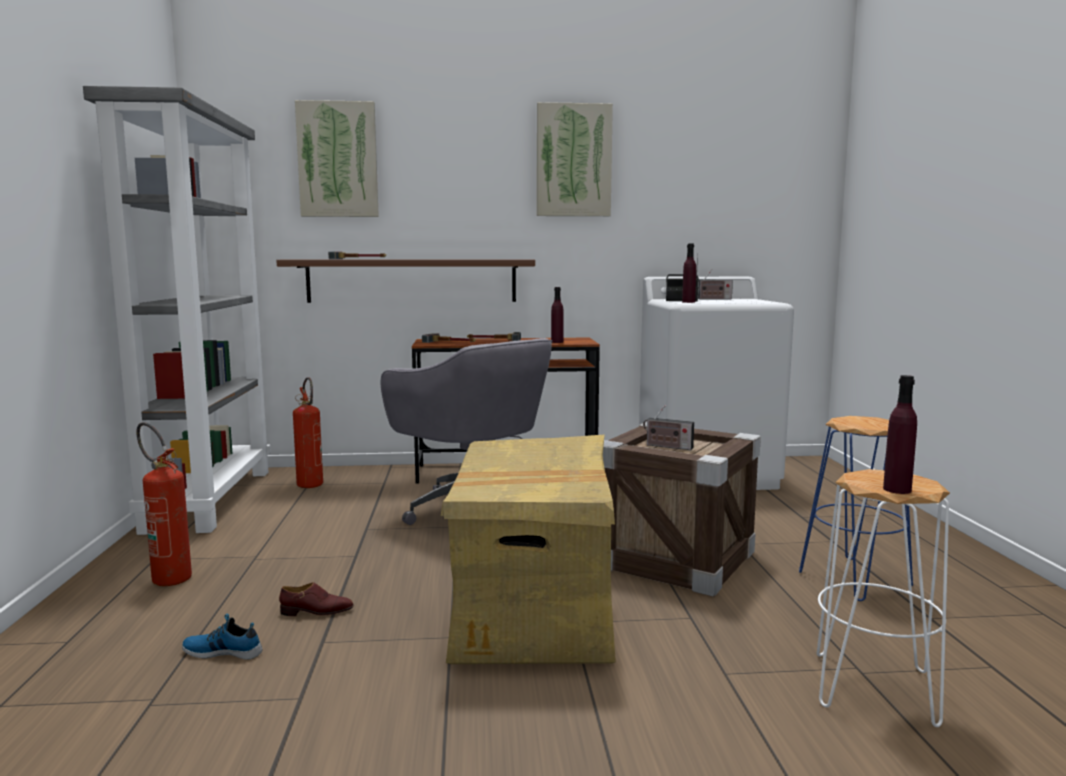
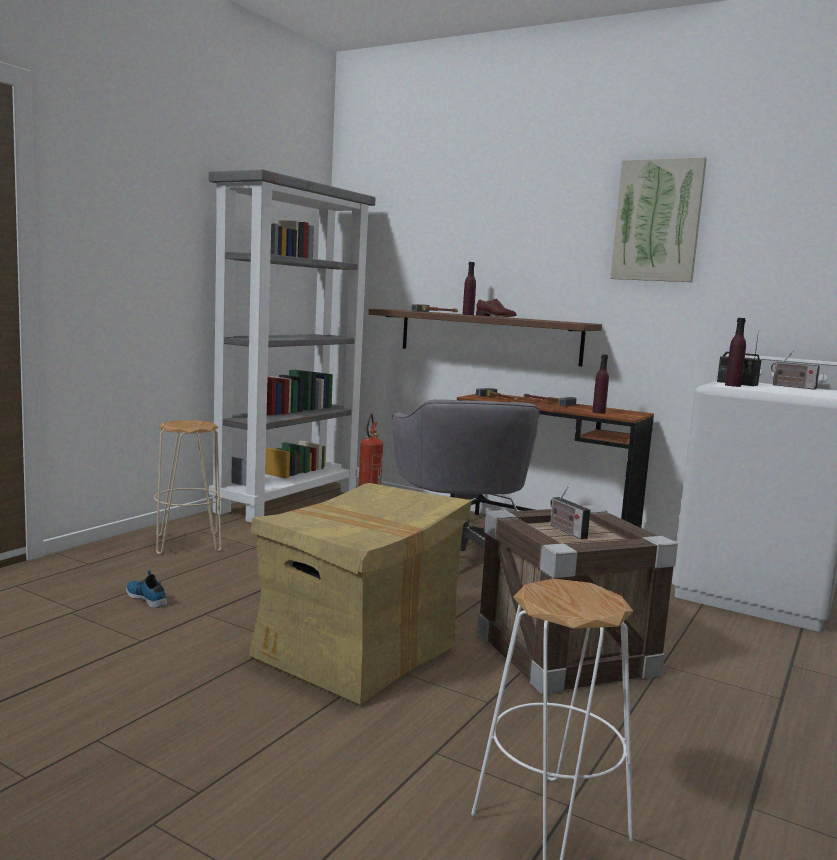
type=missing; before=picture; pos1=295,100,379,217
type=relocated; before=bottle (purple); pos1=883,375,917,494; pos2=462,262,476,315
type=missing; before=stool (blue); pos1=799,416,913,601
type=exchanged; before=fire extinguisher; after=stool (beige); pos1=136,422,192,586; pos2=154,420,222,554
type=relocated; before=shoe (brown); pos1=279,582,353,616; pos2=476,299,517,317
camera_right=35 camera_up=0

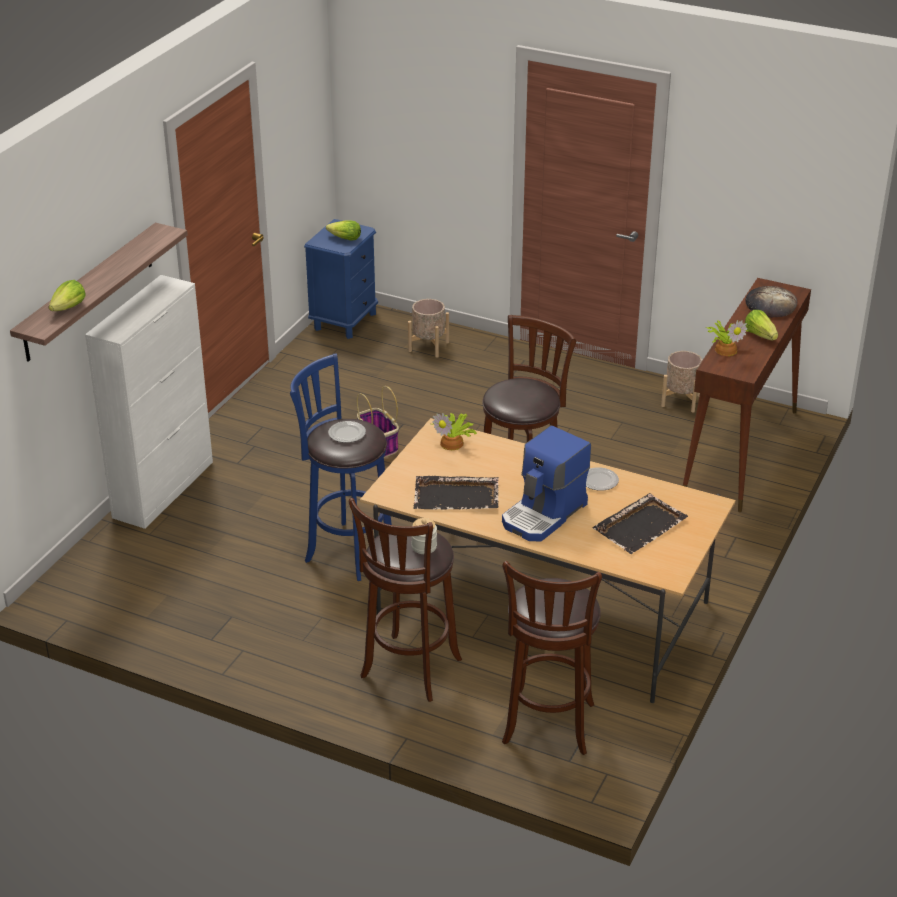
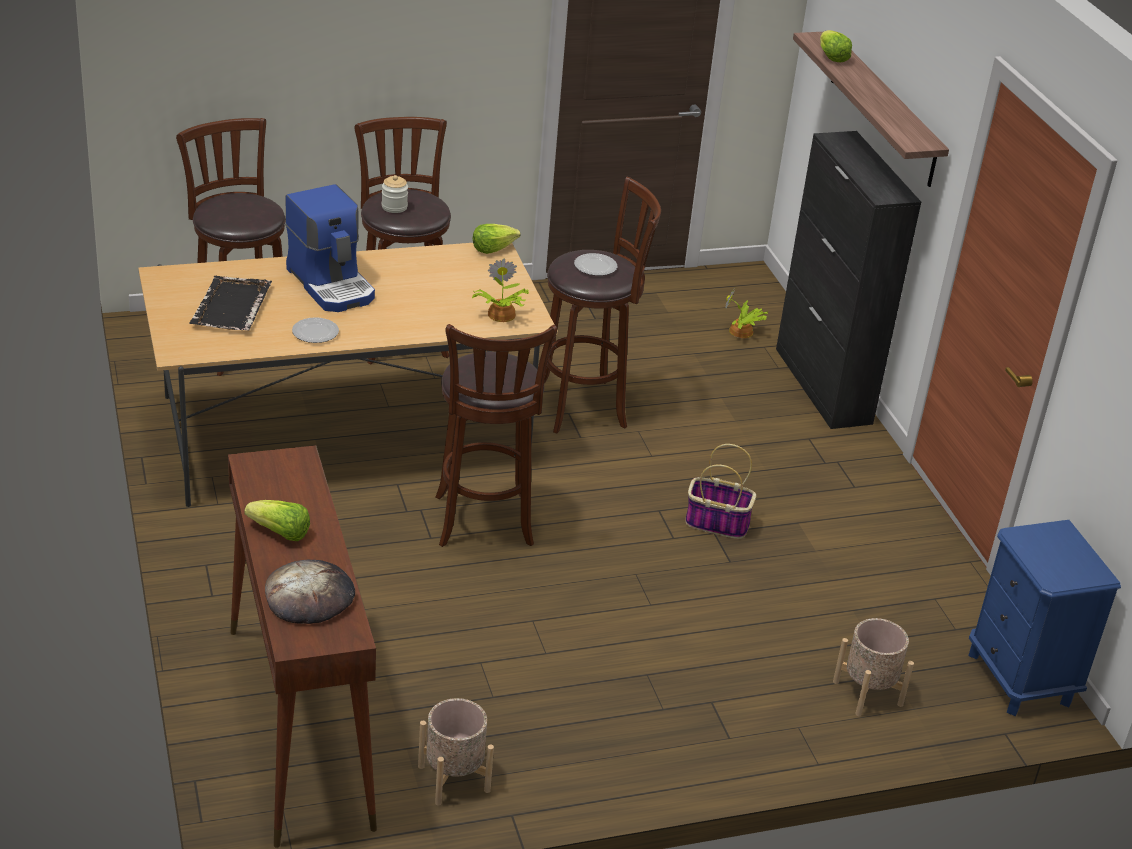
type=relocated; before=lettuce; pos1=326,221,361,241; pos2=473,224,521,254
type=colour; before=cabinet (white); after=cabinet (black); pos1=85,275,213,529; pos2=776,131,921,429
type=relocated; before=potted plant; pos1=707,320,749,356; pos2=724,288,768,338
type=colour; before=stool (blue); after=stool (brown); pos1=290,353,392,581; pos2=544,177,661,434
type=spun; before=coffee machine; pos1=502,425,591,542; pos2=286,184,375,312; turn=150
type=missing; before=tray (black); pos1=413,476,499,510
camera_right=135 camera_up=0

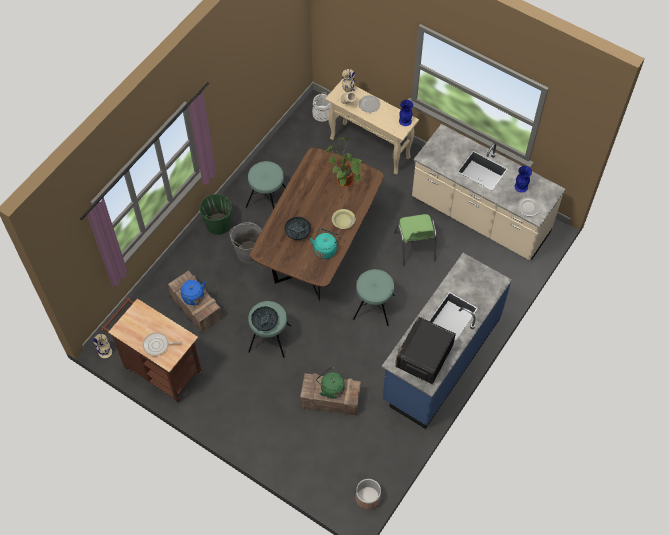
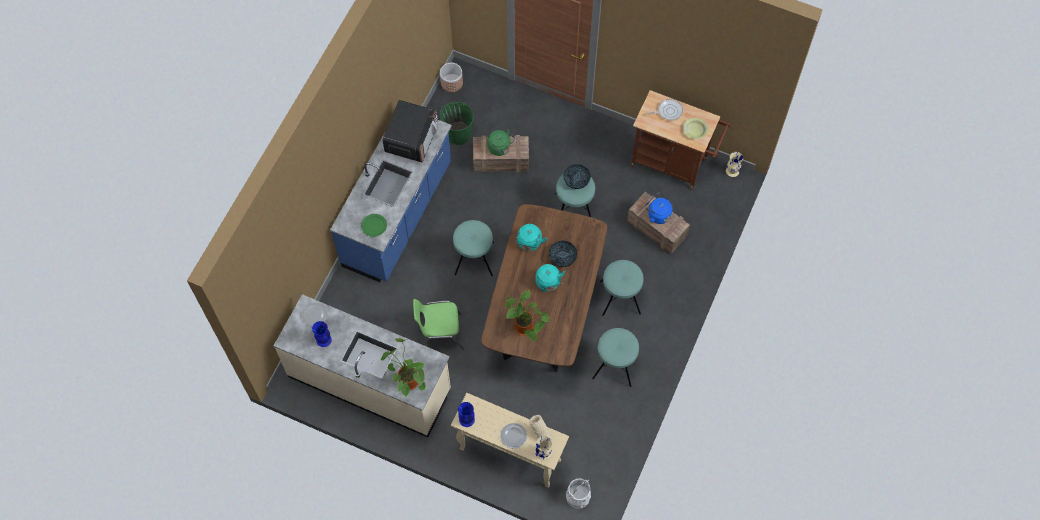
type=relocated; before=bucket (green); pos1=200,194,232,235; pos2=440,102,474,145
type=relocated; before=bowl (yellow); pos1=332,209,355,229; pos2=683,118,708,139
type=spun; before=chair (green); pos1=394,214,437,266; pos2=413,299,464,350; turn=-75
type=exchanged; before=bucket (grey); after=stool (turquoise); pos1=230,222,262,264; pos2=600,260,644,316
type=appeared; after=plate (green); pos2=361,214,387,237
type=appeared; after=kettle (turquoise); pos2=535,264,566,292
type=appeared; after=potted plant; pos2=381,338,426,397
camera_right=170 camera_up=5

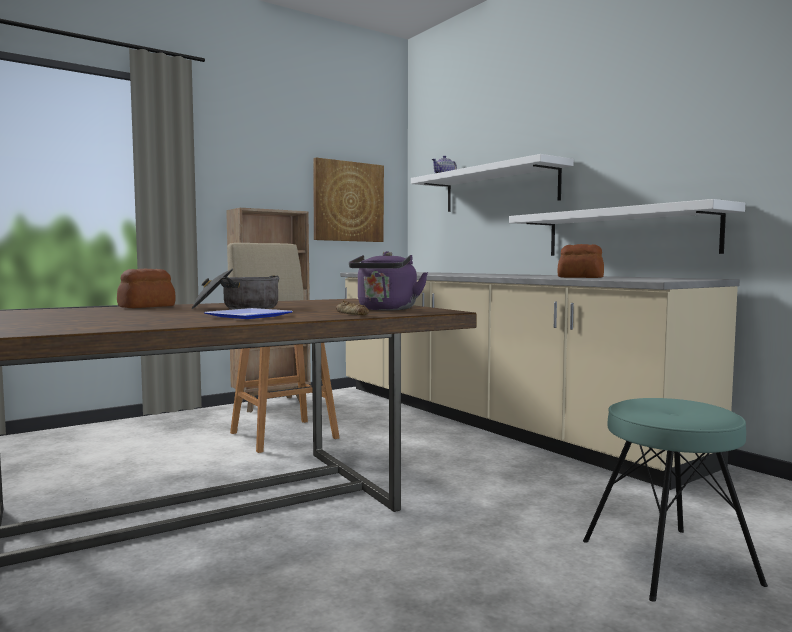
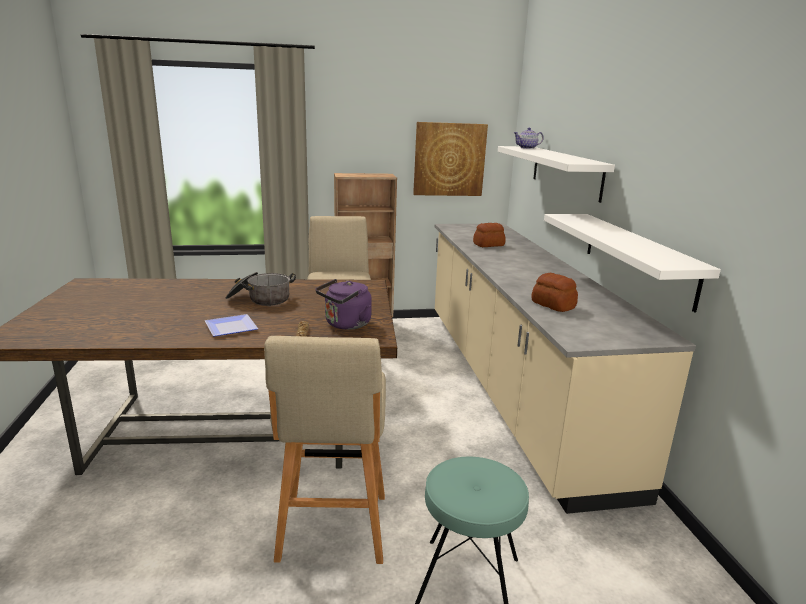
type=relocated; before=bread; pos1=117,268,176,308; pos2=473,223,506,247
type=appeared; after=stool (beige); pos2=264,336,386,564
camera_right=25 camera_up=15

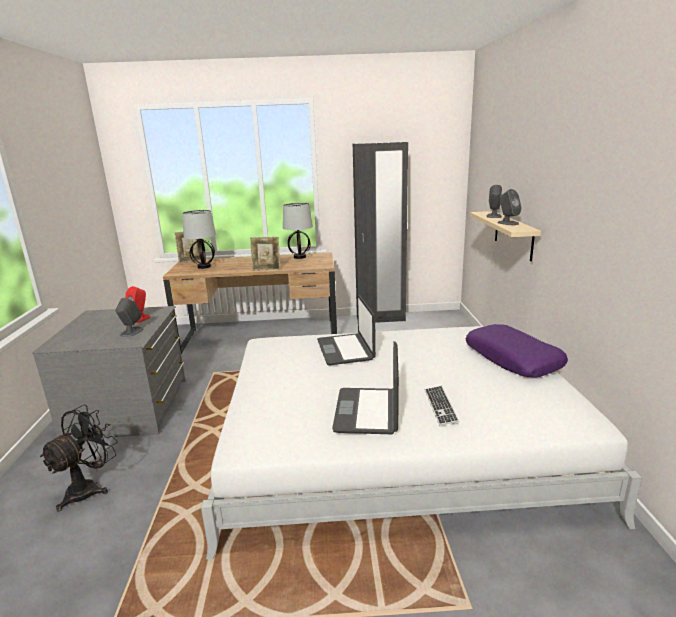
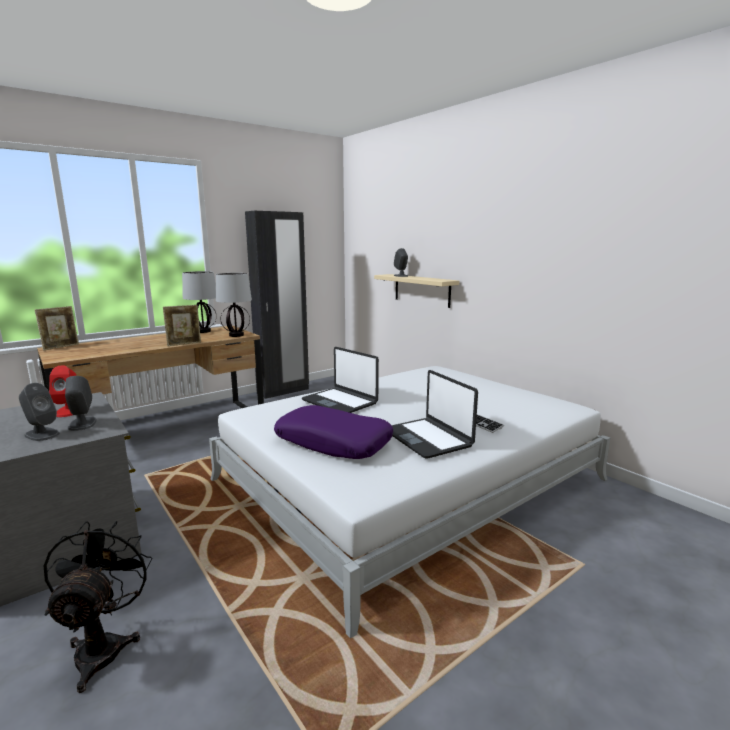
type=relocated; before=speaker (grey); pos1=497,189,521,225; pos2=19,383,60,441
type=relocated; before=table lamp; pos1=182,210,216,269; pos2=216,273,252,337
type=relocated; before=pillow (purple); pos1=466,324,568,378; pos2=274,405,393,459
camera_right=-35 camera_up=-5

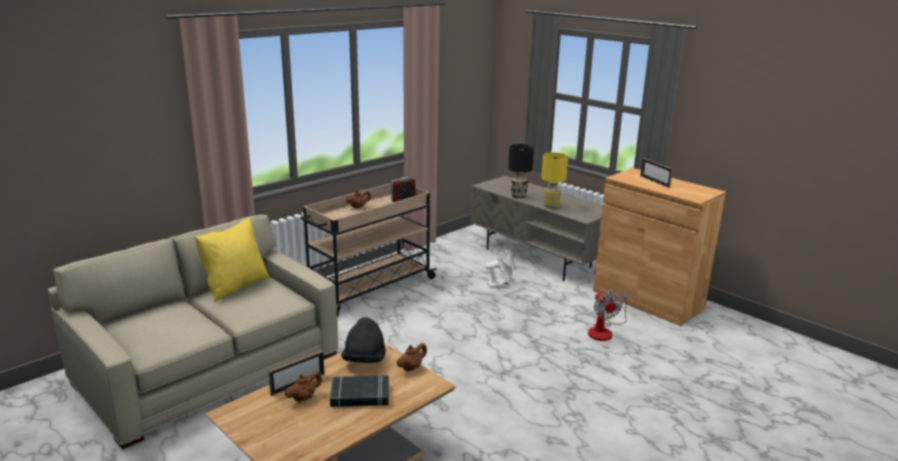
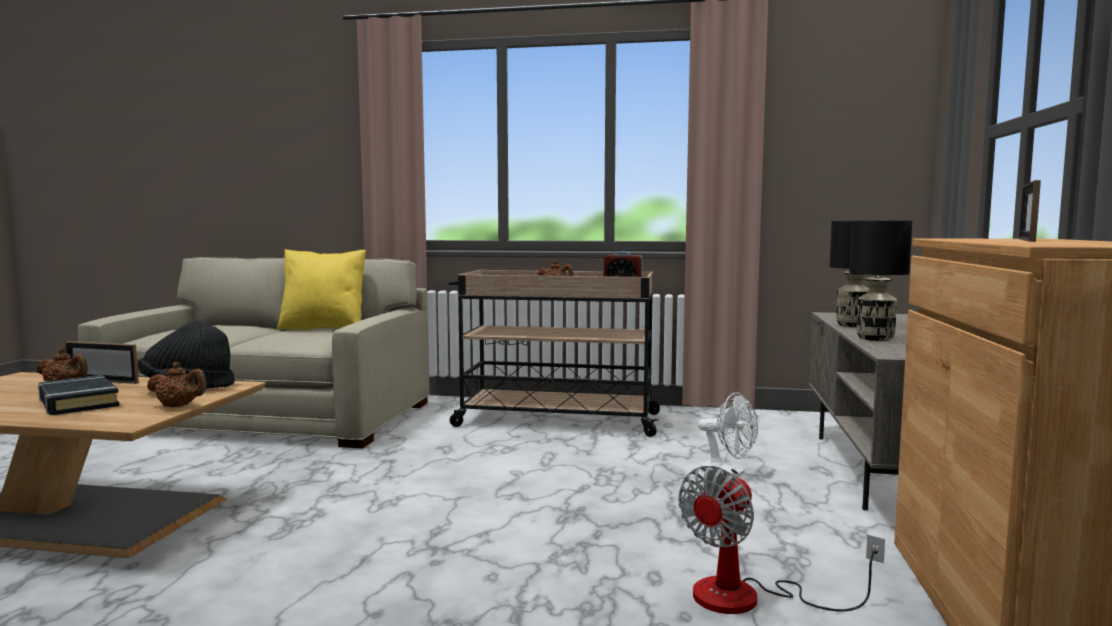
type=colour; before=table lamp (yellow); after=table lamp (black); pos1=541,152,568,209; pos2=849,221,912,341
camera_right=55 camera_up=-15

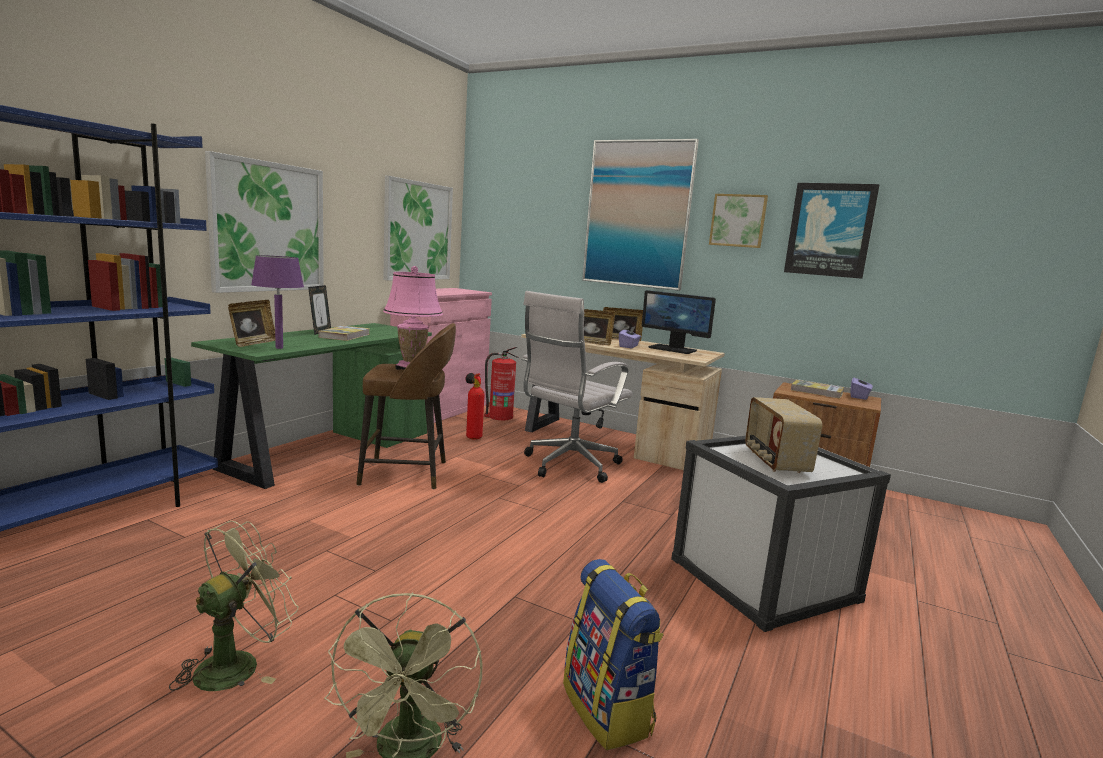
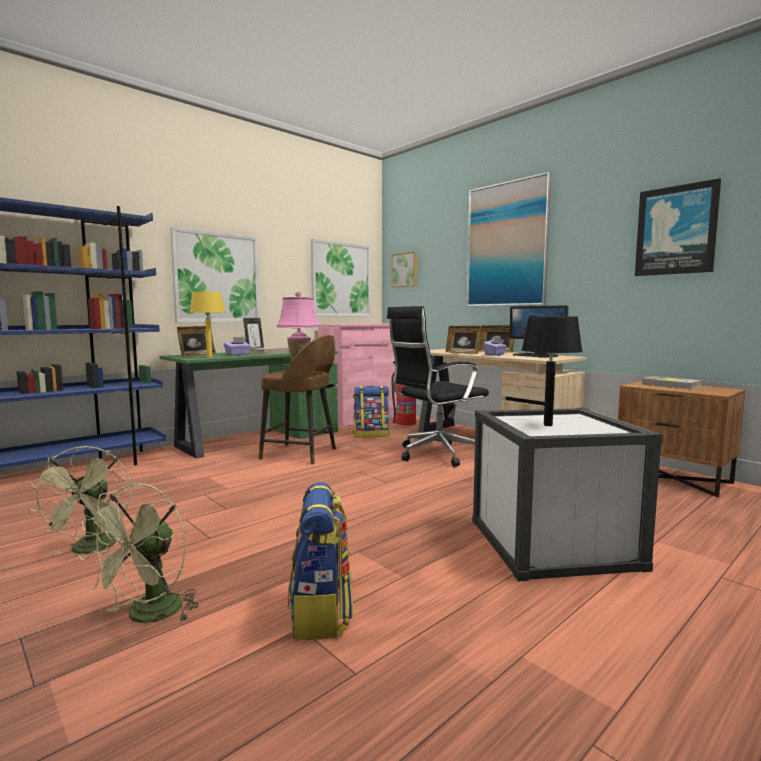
type=relocated; before=picture; pos1=709,194,768,248; pos2=391,252,418,287
type=colour; before=table lamp (purple); after=table lamp (yellow); pos1=251,255,304,349; pos2=189,292,225,358
type=colour; before=office chair (white); after=office chair (black); pos1=521,291,632,483; pos2=387,306,489,467
type=exchanged; before=fire extinguisher; after=backpack; pos1=465,373,484,440; pos2=353,386,389,438
type=relocated; before=tissue box (purple); pos1=851,377,873,400; pos2=224,337,251,356
type=exchanged; before=radio; after=table lamp (black); pos1=745,397,822,473; pos2=522,317,583,426
type=spun; before=fan (green); pos1=169,521,299,691; pos2=29,446,131,554; turn=120
camera_right=20 camera_up=-5

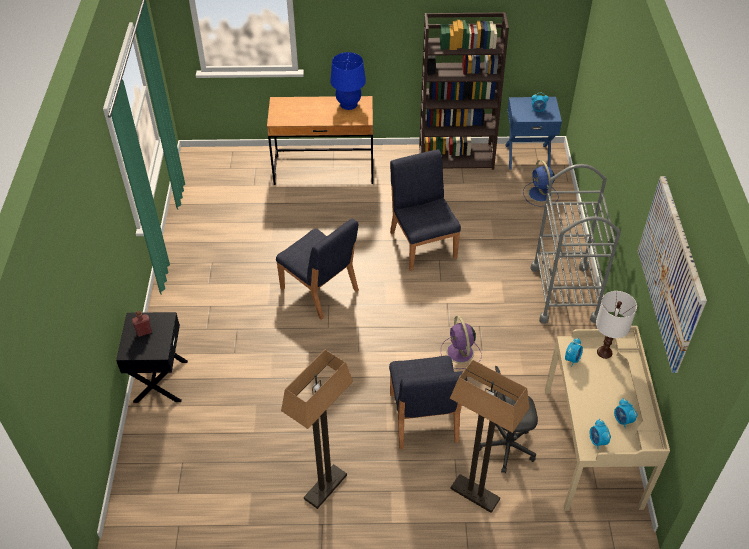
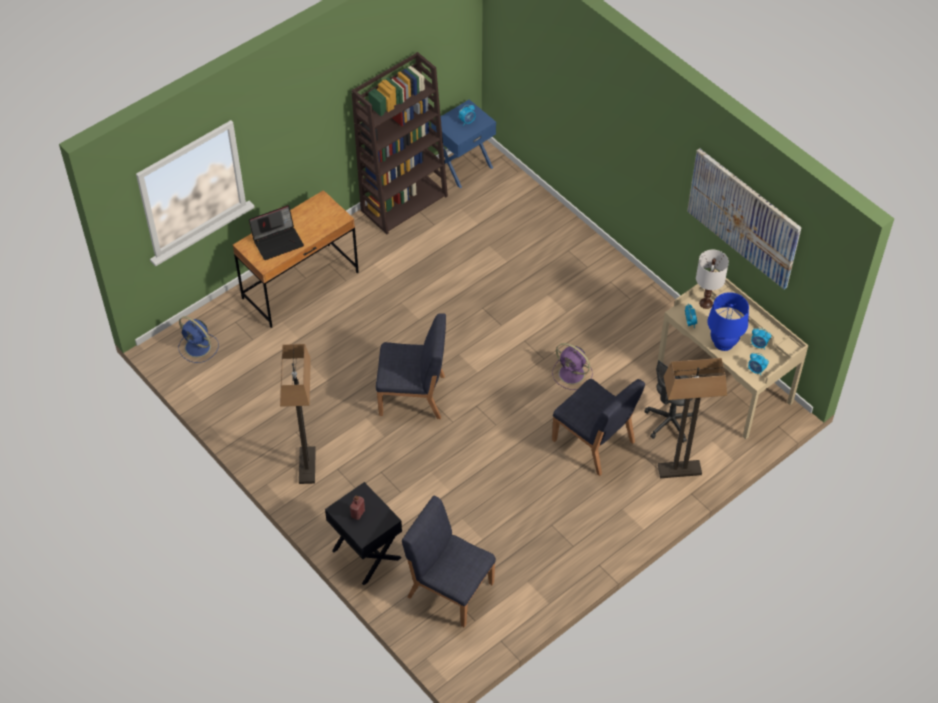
type=relocated; before=table lamp (blue); pos1=330,52,366,110; pos2=708,292,749,351
type=relocated; before=chair (blue); pos1=390,149,461,271; pos2=402,496,496,627
type=relocated; before=fan (blue); pos1=523,160,559,207; pos2=178,316,219,363
type=missing; before=cart (grey); pos1=530,164,621,324
type=relocated; before=floor lamp; pos1=281,350,353,509; pos2=280,344,316,484
type=appeared; after=laptop; pos2=249,205,304,260
camera_right=-40 camera_up=5

